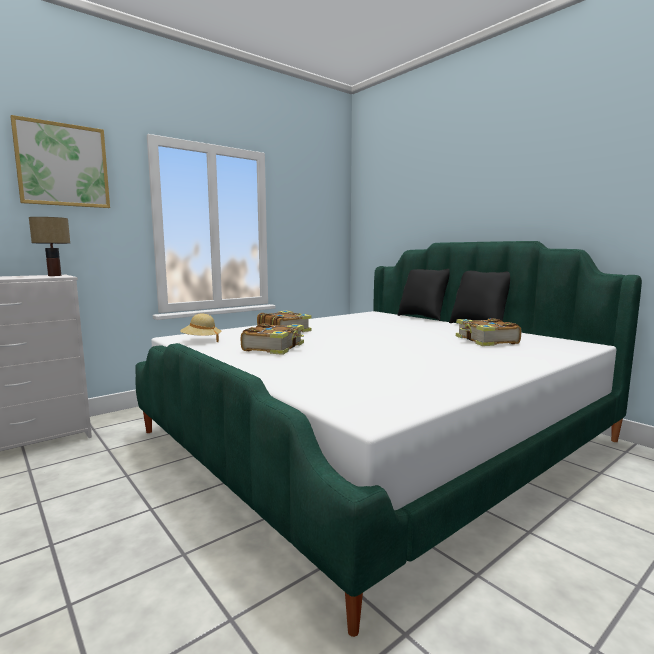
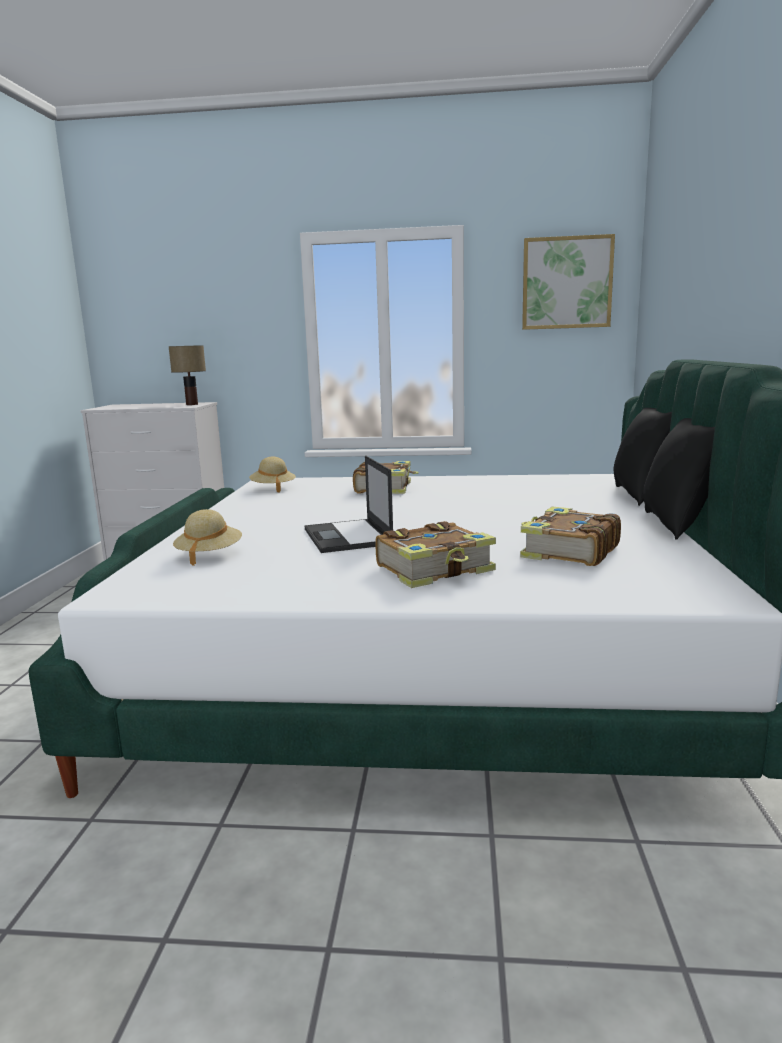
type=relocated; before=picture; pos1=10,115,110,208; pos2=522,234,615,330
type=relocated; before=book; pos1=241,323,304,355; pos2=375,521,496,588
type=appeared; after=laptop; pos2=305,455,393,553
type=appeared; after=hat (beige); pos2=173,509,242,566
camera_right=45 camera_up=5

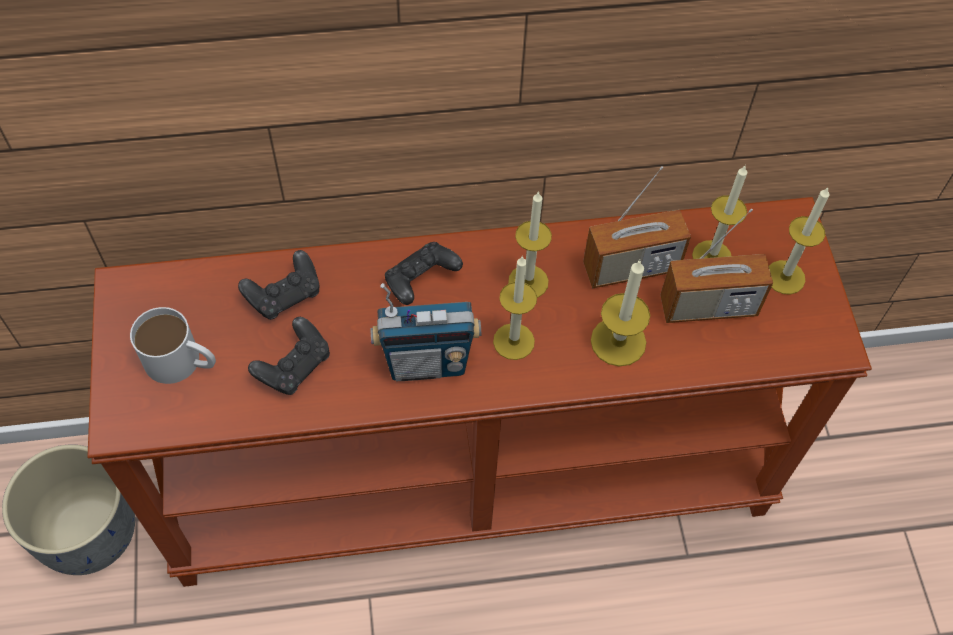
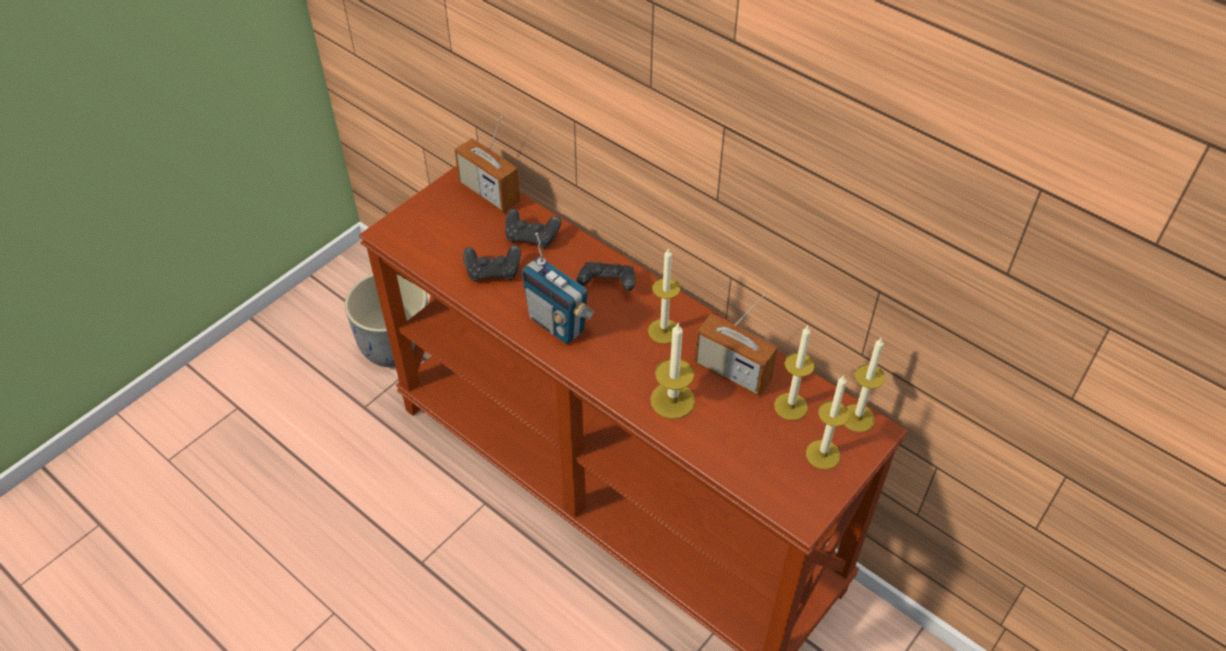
type=relocated; before=radio; pos1=660,209,773,323; pos2=455,116,521,212
type=relocated; before=candle; pos1=493,256,537,360; pos2=844,338,885,432
type=missing; before=mug (white); pos1=130,307,216,384
camera_right=50 camera_up=-10

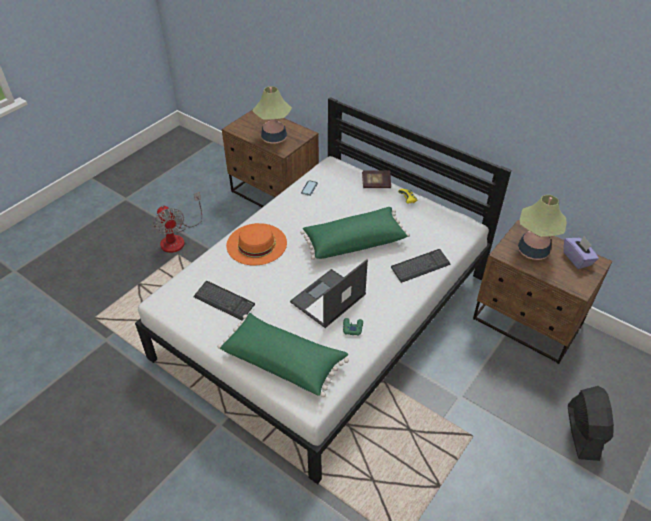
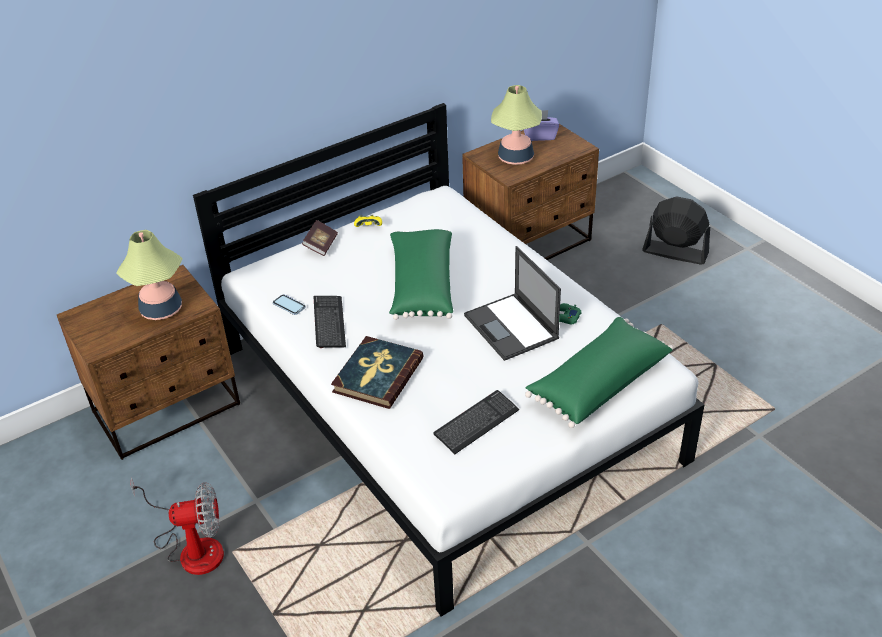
type=exchanged; before=hat (orange); after=book; pos1=226,223,287,266; pos2=331,336,424,409
type=relocated; before=keyboard; pos1=391,249,451,283; pos2=313,296,346,348
camera_right=-70 camera_up=-5

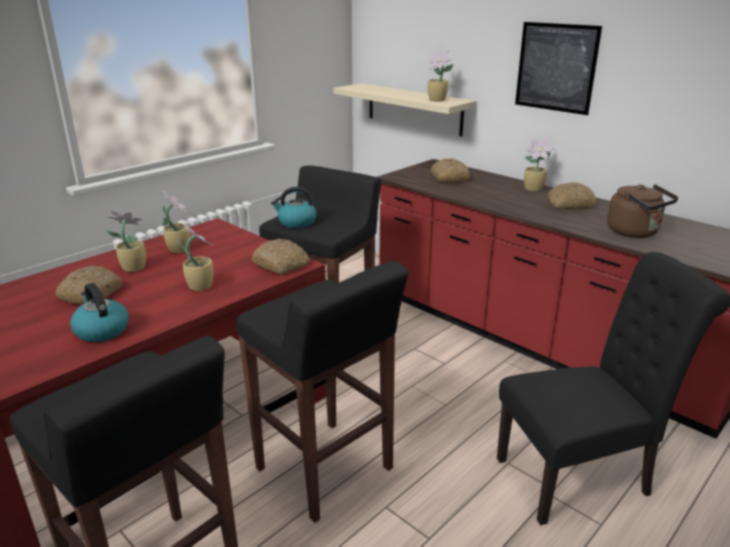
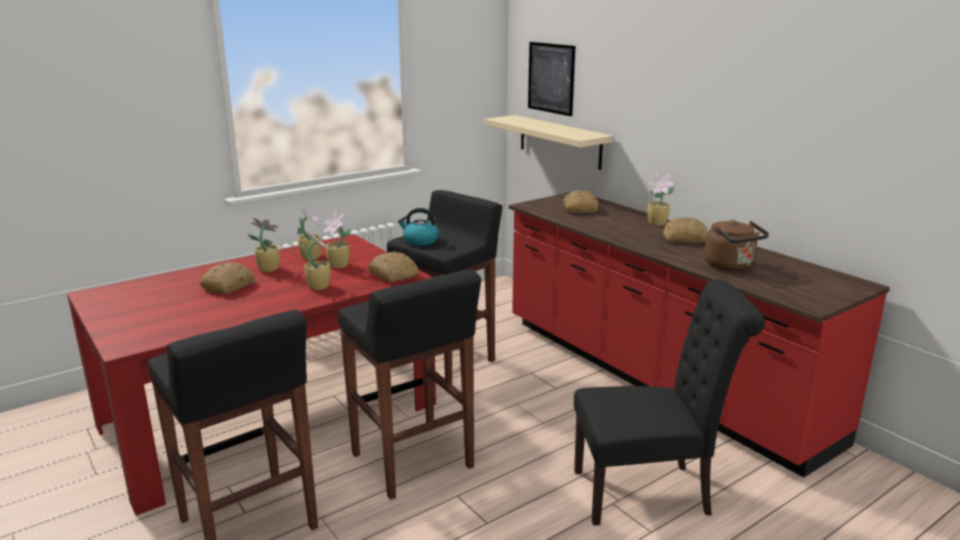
type=relocated; before=picture; pos1=515,22,602,115; pos2=528,42,575,116
type=relocated; before=potted plant; pos1=427,50,453,102; pos2=323,211,351,268
type=missing; before=kettle; pos1=70,283,129,342
camera_right=10 camera_up=-5

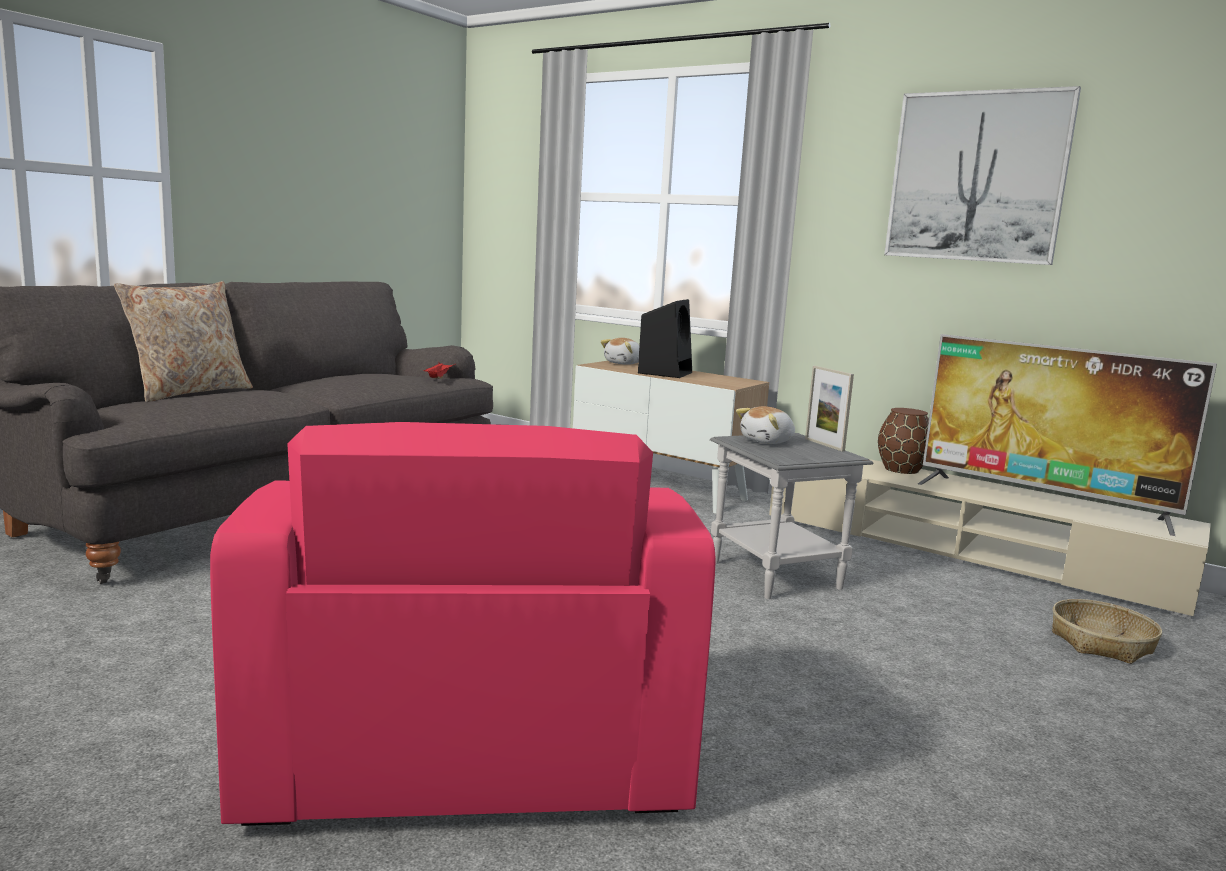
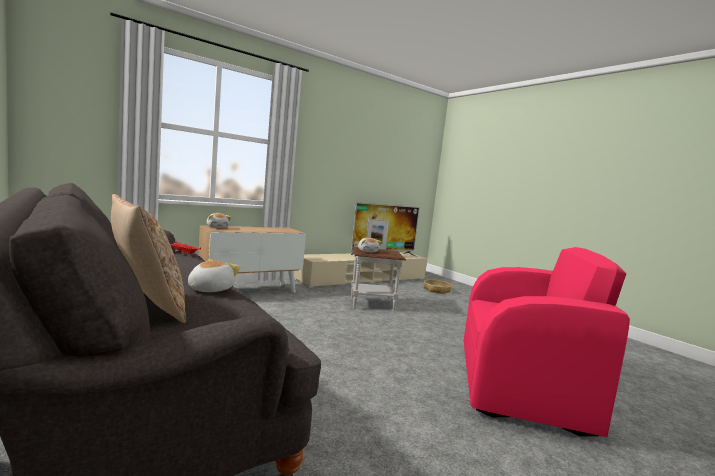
type=missing; before=picture; pos1=884,86,1081,265
type=missing; before=speaker (black); pos1=638,299,692,378
type=missing; before=vase (brown); pos1=878,408,929,474
type=colour; before=side table (grey); after=side table (brown); pos1=710,433,874,599; pos2=351,247,406,311
type=appeared; after=plush toy; pos2=188,260,241,292
camera_right=-70 camera_up=-5

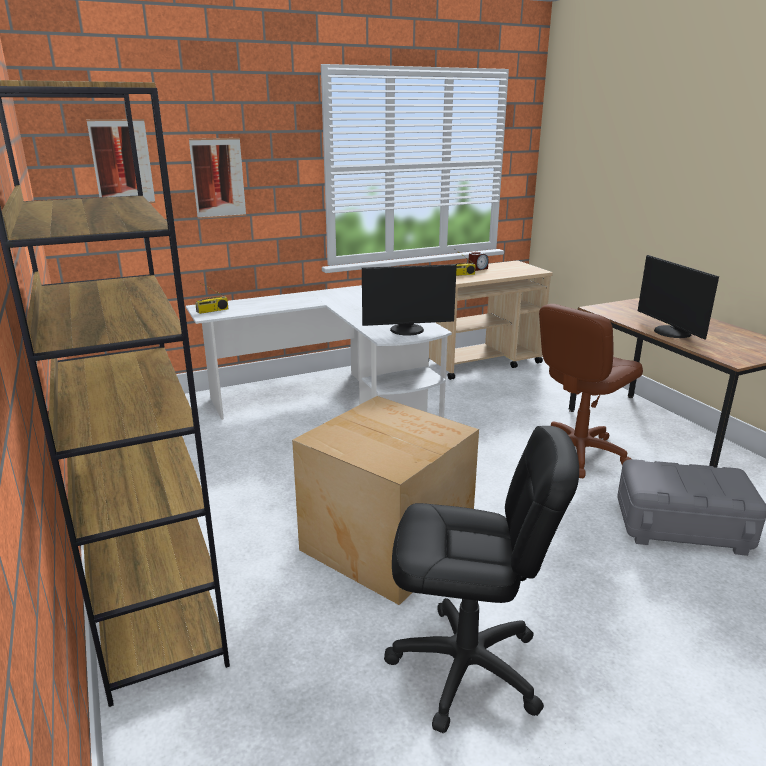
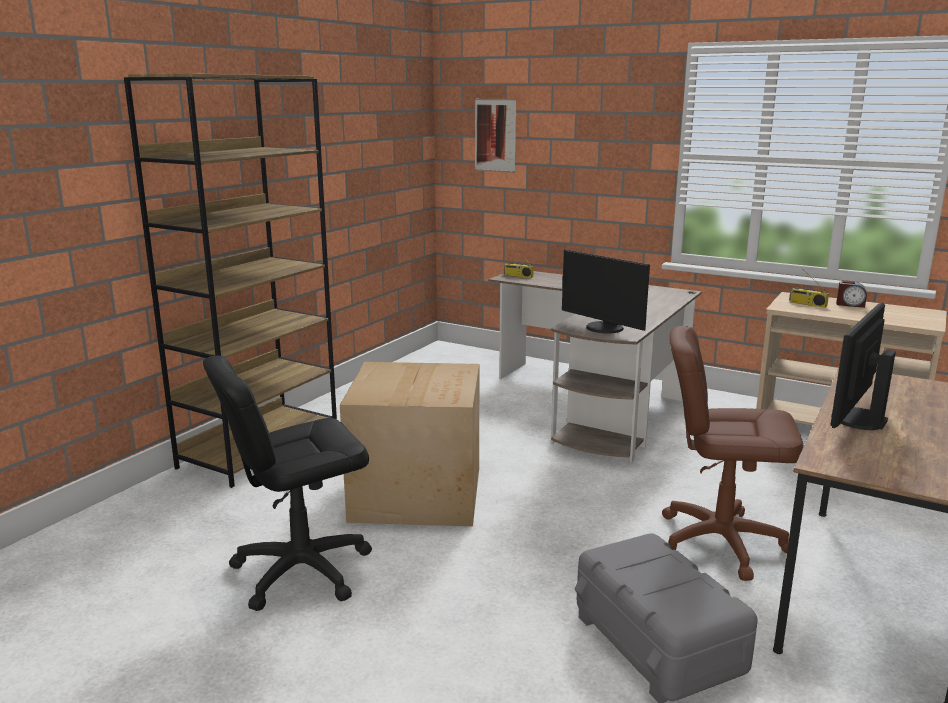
type=missing; before=picture; pos1=189,138,246,219
type=colour; before=desk (white); after=desk (brown); pos1=186,285,452,420; pos2=488,271,702,463
type=spun; before=office chair (black); pos1=384,426,579,733; pos2=203,355,372,611; turn=90
camera_right=55 camera_up=-5

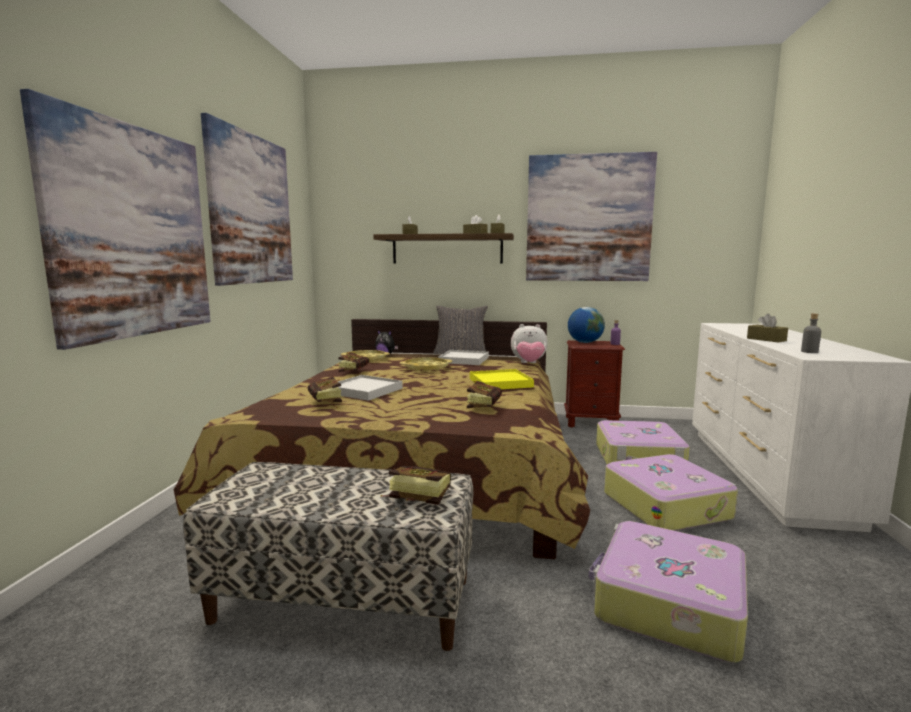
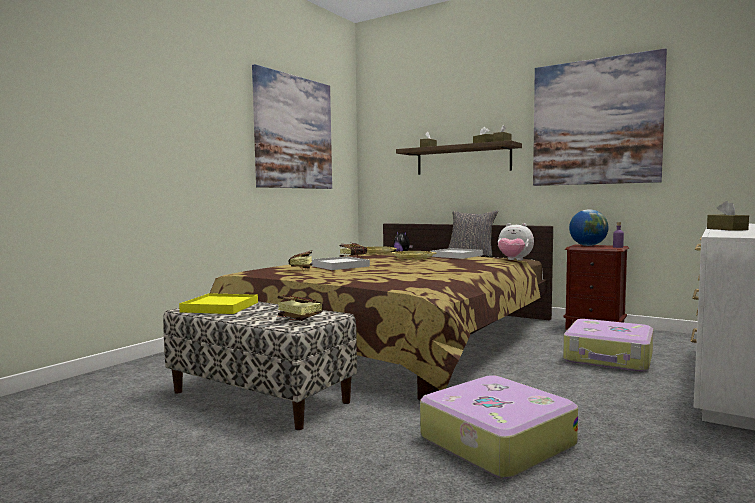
type=missing; before=picture; pos1=20,89,211,350
type=missing; before=bottle (grey); pos1=801,313,821,353
type=relocated; before=tray (yellow); pos1=470,369,534,389; pos2=179,293,258,314
type=missing; before=book; pos1=467,381,502,408
type=missing; before=suitcase; pos1=604,454,738,531
camera_right=25 camera_up=-5

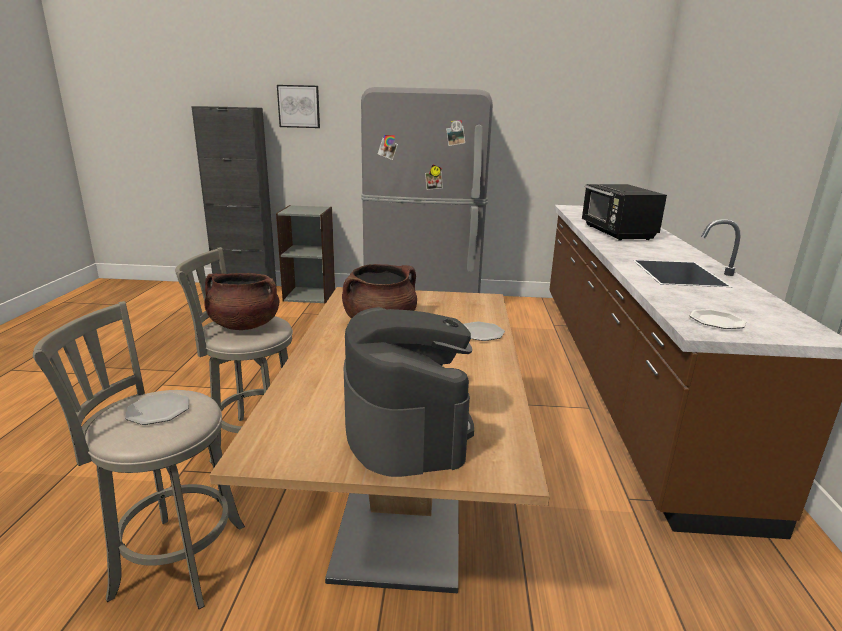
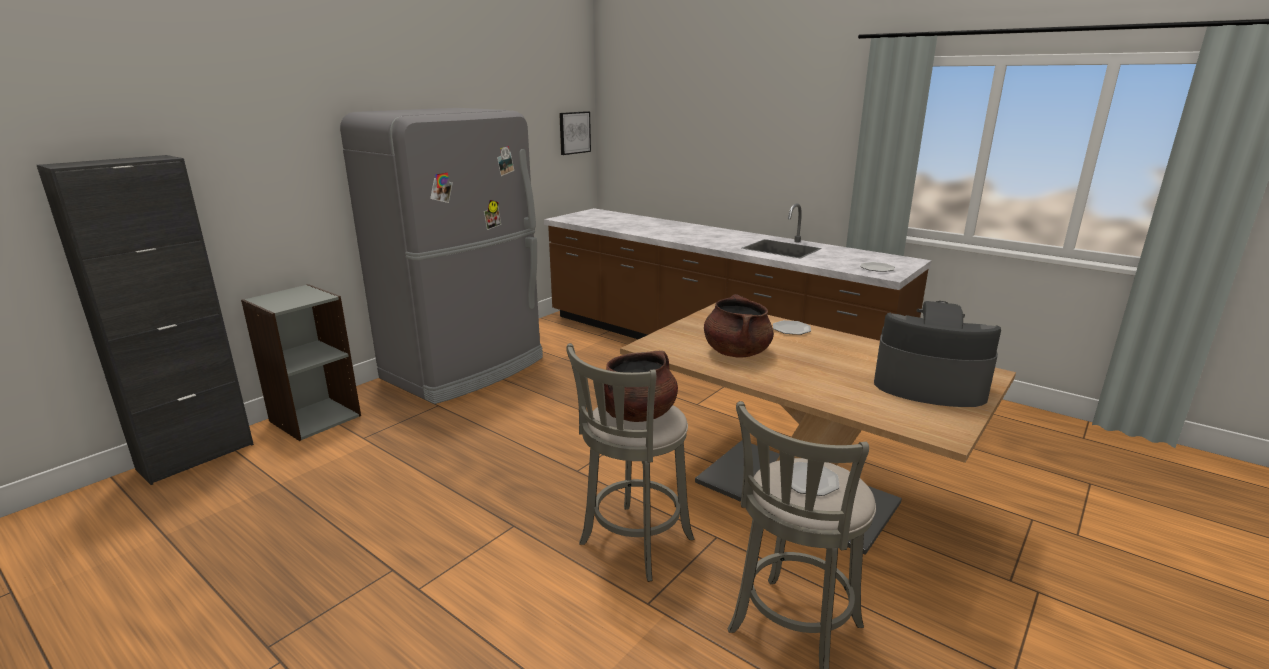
type=relocated; before=picture; pos1=277,85,320,128; pos2=559,111,591,155
type=missing; before=microwave (black); pos1=581,184,667,241
camera_right=-55 camera_up=0

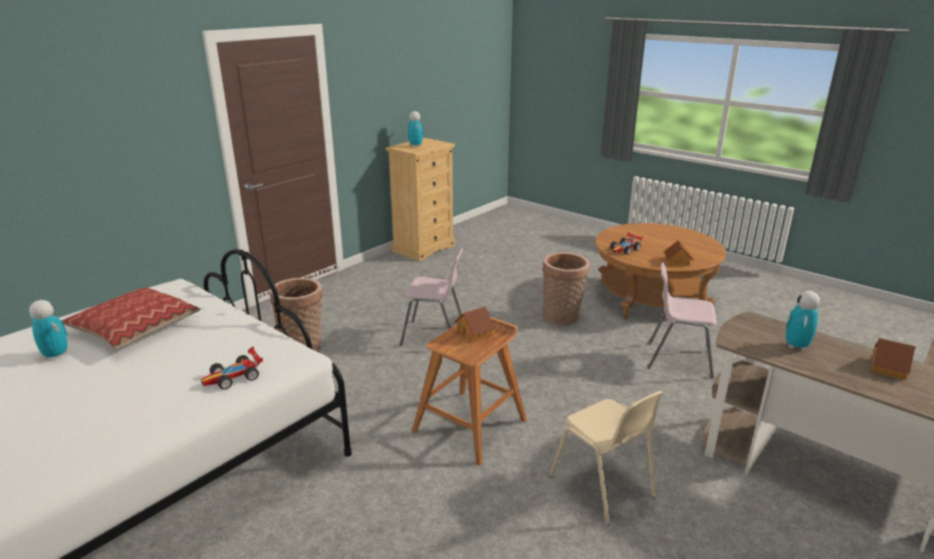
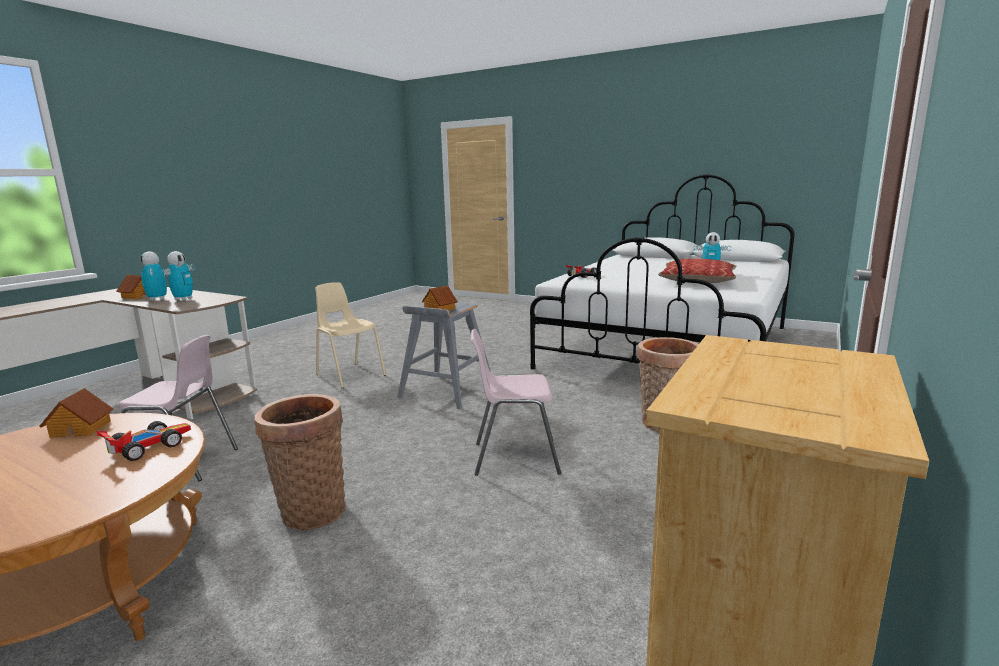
type=relocated; before=toy robot; pos1=408,111,423,147; pos2=141,251,167,301
type=colour; before=stool (brown); after=stool (grey); pos1=412,310,527,466; pos2=397,302,491,409
camera_right=170 camera_up=-10

